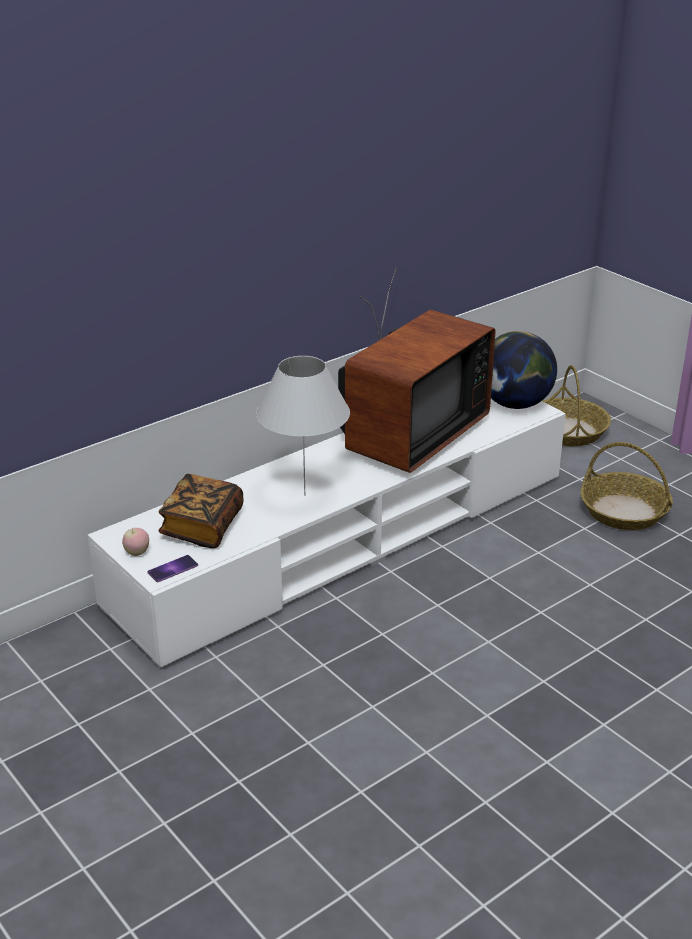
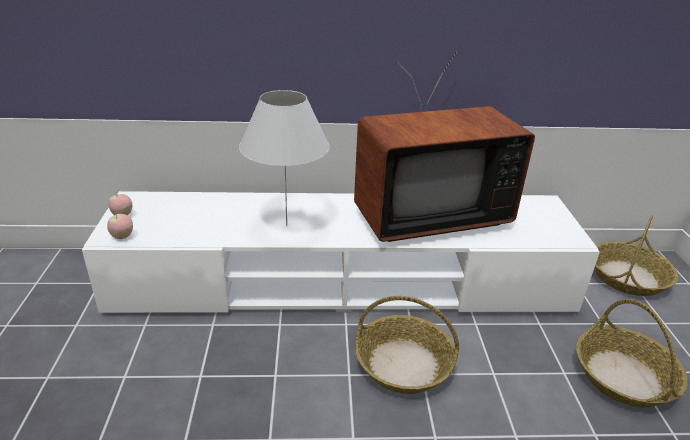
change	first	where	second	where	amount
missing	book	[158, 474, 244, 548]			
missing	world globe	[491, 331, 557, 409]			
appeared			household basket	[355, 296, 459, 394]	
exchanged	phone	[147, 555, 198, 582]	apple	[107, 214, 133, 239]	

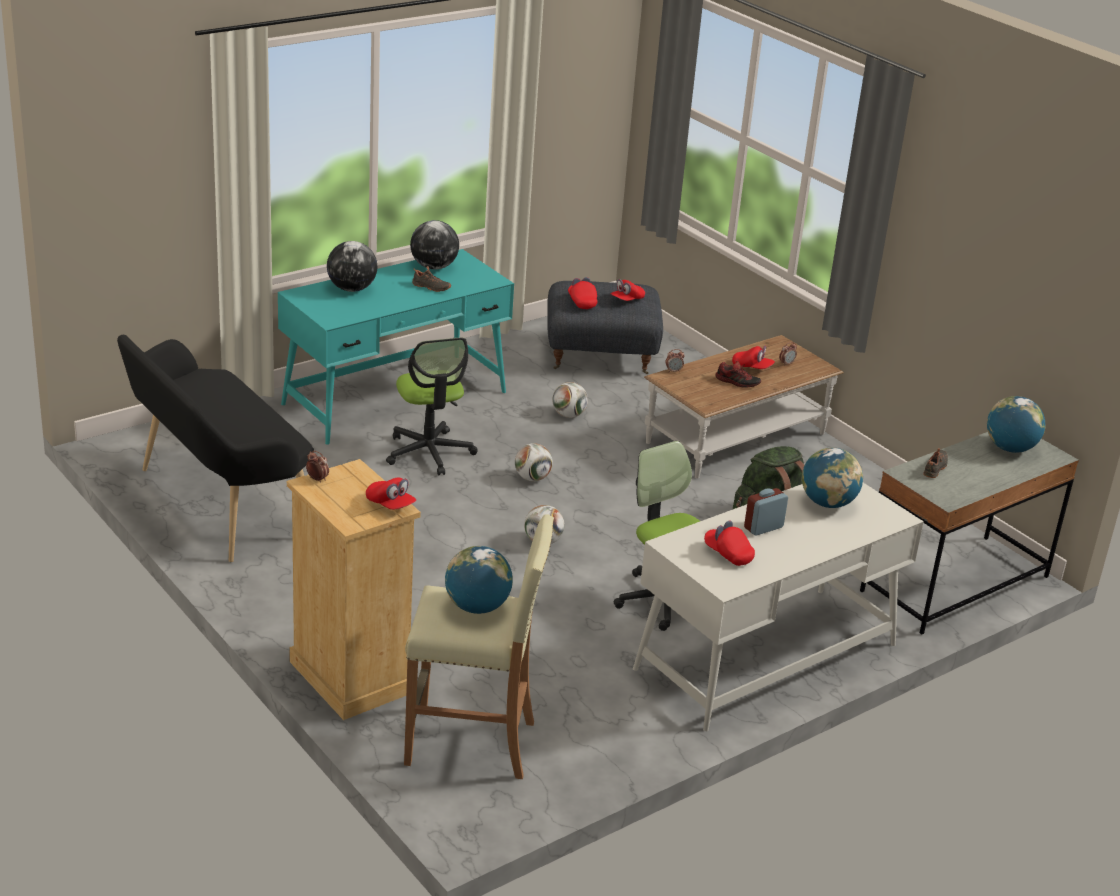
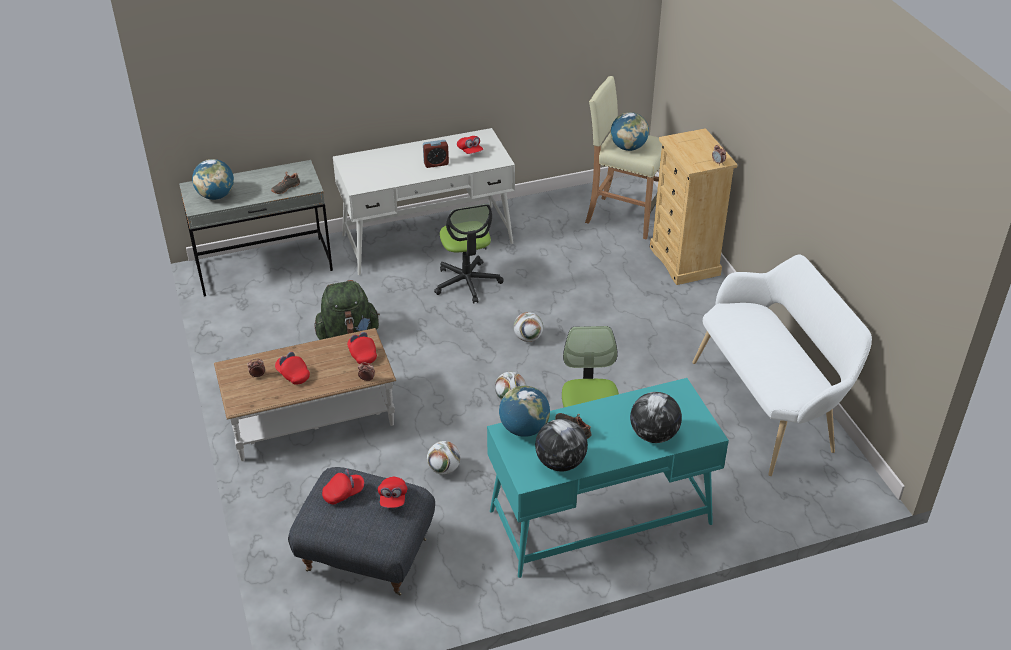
change	first	where	second	where	amount
missing	shoe	[715, 361, 761, 388]			
relocated	red-coloured cap	[366, 477, 416, 510]		[347, 332, 377, 365]	
relocated	world globe	[802, 447, 863, 508]		[499, 386, 550, 437]	
colour	blackish bench	[117, 335, 314, 562]	whitish bench	[692, 255, 872, 476]	

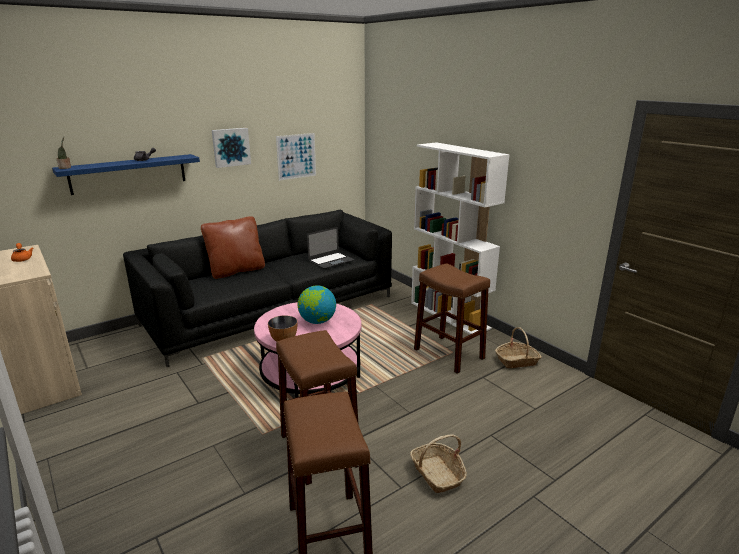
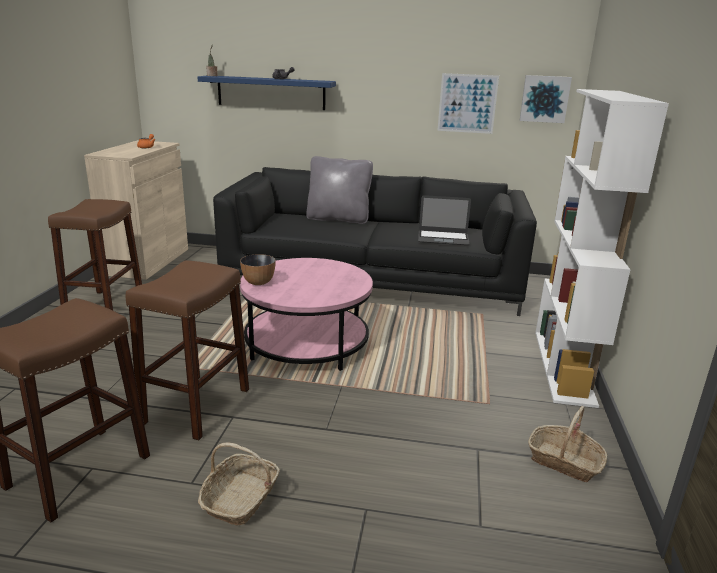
change	first	where	second	where	amount
missing	world globe	[298, 285, 336, 324]			
relocated	picture	[212, 128, 251, 168]		[520, 75, 572, 123]	
relocated	brownish sitting stool	[414, 263, 490, 374]		[48, 199, 142, 310]	
colour	brownish throw pillow	[201, 216, 265, 279]	grey throw pillow	[306, 156, 373, 224]	

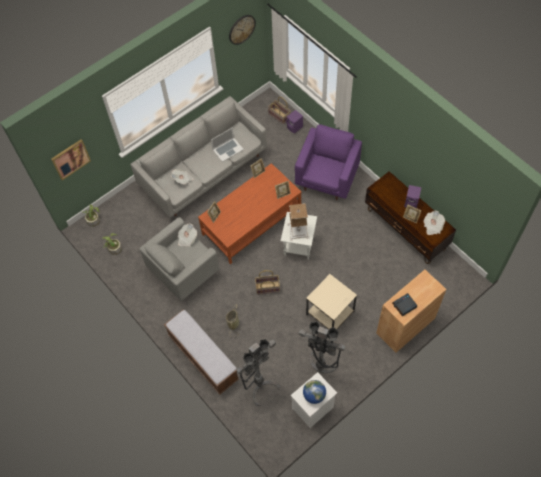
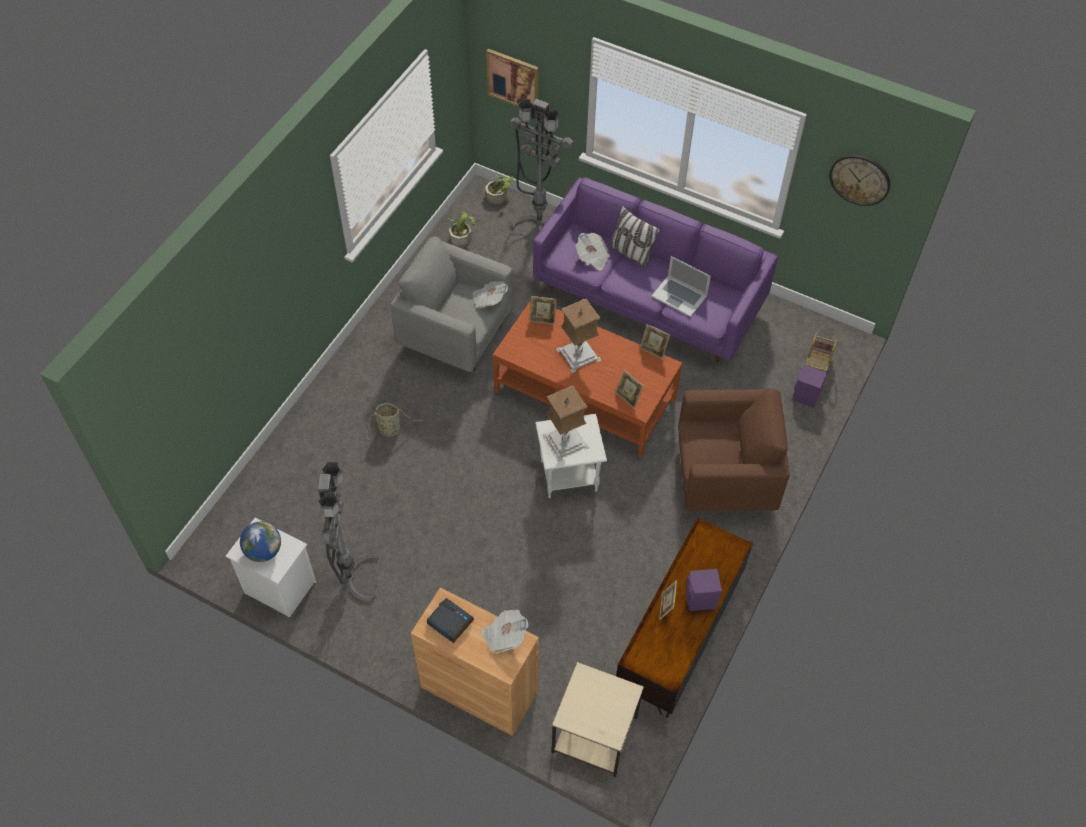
change	first	where	second	where	amount
missing	bench	[164, 309, 239, 395]			
missing	household basket	[255, 270, 280, 295]			
appeared			tabletop lamp	[556, 299, 601, 373]	
appeared			throw pillow	[609, 205, 660, 269]	
relocated	grey standing lamp	[236, 339, 280, 406]		[510, 99, 573, 230]	
relocated	beige-coloured accent table	[306, 274, 357, 330]		[551, 662, 644, 777]	
relocated	daily paper	[423, 211, 445, 235]		[481, 610, 529, 653]	
colour	grey settee	[130, 96, 267, 217]	purple settee	[533, 177, 778, 363]	
colour	purple armchair	[295, 124, 362, 200]	brownish armchair	[678, 388, 790, 511]	

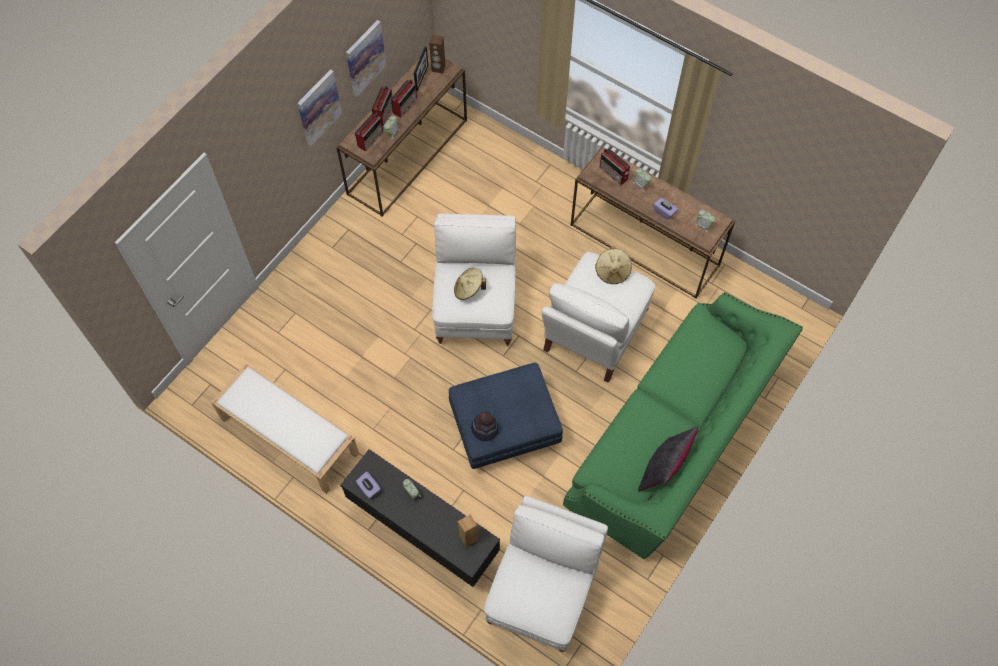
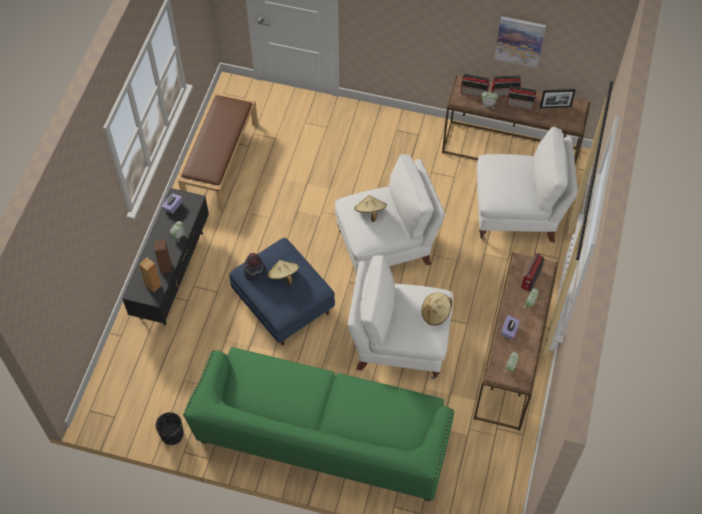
change	first	where	second	where	amount
missing	picture	[297, 70, 342, 146]			
missing	blackish throw pillow	[638, 427, 698, 491]			
appeared			blackish flower pot	[156, 412, 184, 445]	
appeared			beige-coloured wearable hat	[267, 260, 299, 286]	
relocated	brownish loudspeaker	[429, 35, 446, 74]		[154, 240, 172, 273]	
relocated	whitish armchair	[484, 496, 608, 652]		[476, 127, 578, 242]	
colour	whitish bench	[211, 363, 359, 494]	brownish bench	[178, 92, 258, 211]	

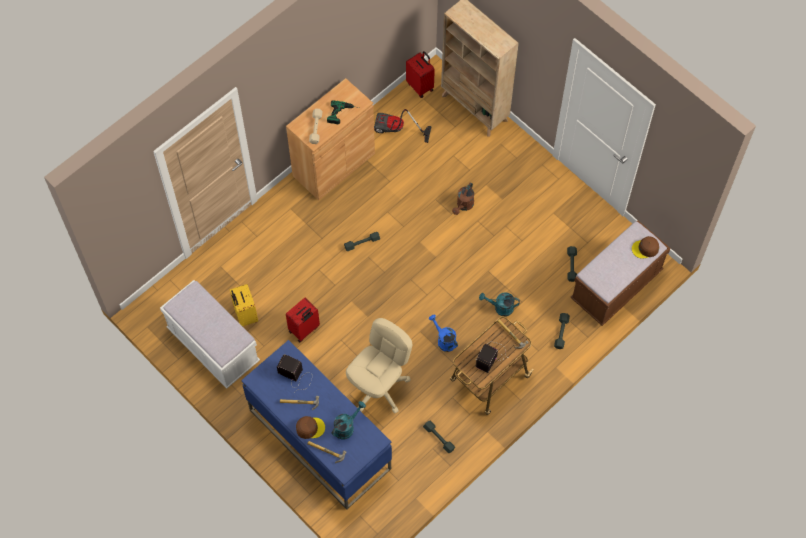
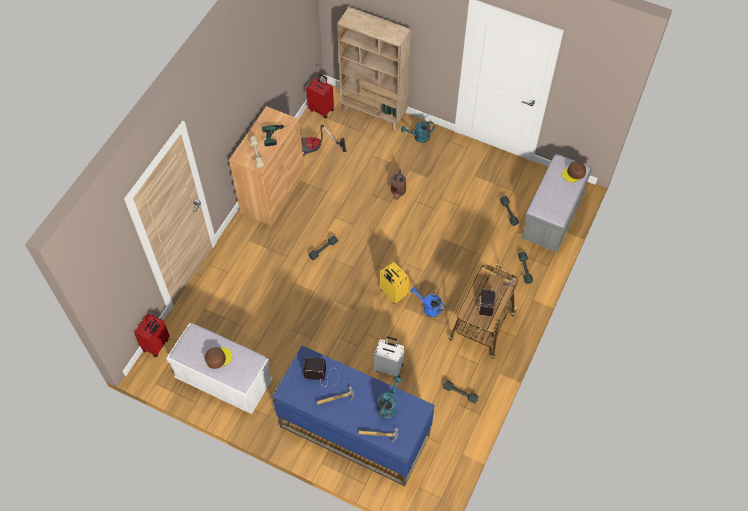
change	first	where	second	where	amount
relocated	yellow-coloured travel case	[230, 284, 258, 326]		[380, 261, 409, 304]	
relocated	red-coloured travel case	[286, 298, 320, 343]		[134, 313, 170, 357]	
relocated	brownish cap	[296, 416, 325, 439]		[205, 347, 232, 369]	
relocated	blue-green watering can	[479, 292, 520, 317]		[401, 121, 434, 143]	
exchanged	beige-coloured computer chair	[346, 318, 412, 413]	whitish travel case	[374, 336, 404, 377]	
colour	brownish bench	[570, 220, 671, 326]	grey bench	[521, 154, 593, 252]	

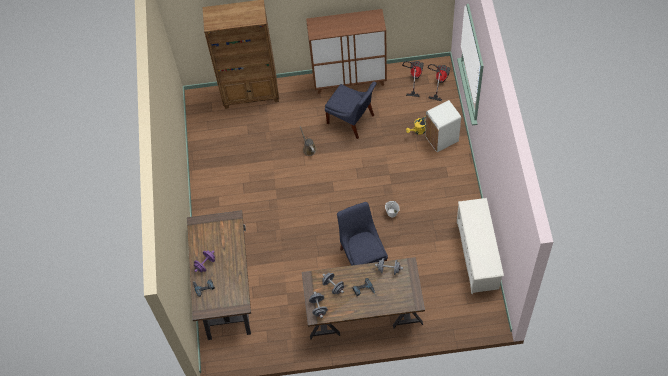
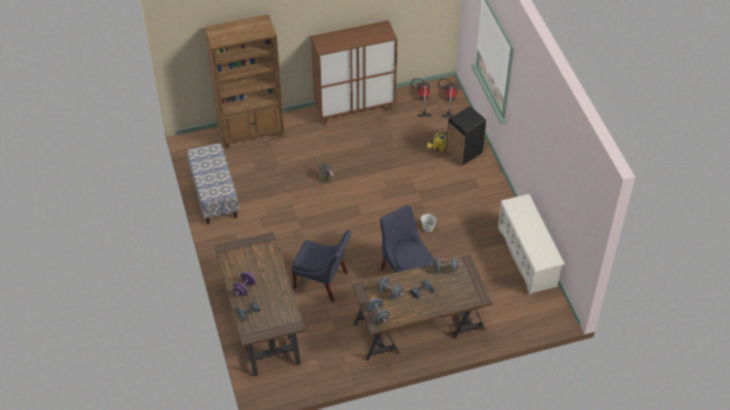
change	first	where	second	where	amount
appeared			bench	[187, 143, 239, 224]	
relocated	bluish upright chair	[325, 81, 377, 139]		[291, 230, 351, 301]	
colour	whitish waste bin	[425, 100, 461, 152]	blackish waste bin	[446, 106, 486, 166]	

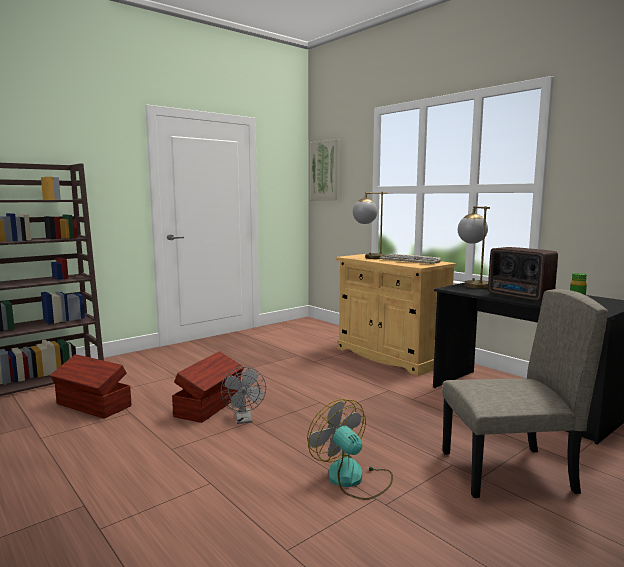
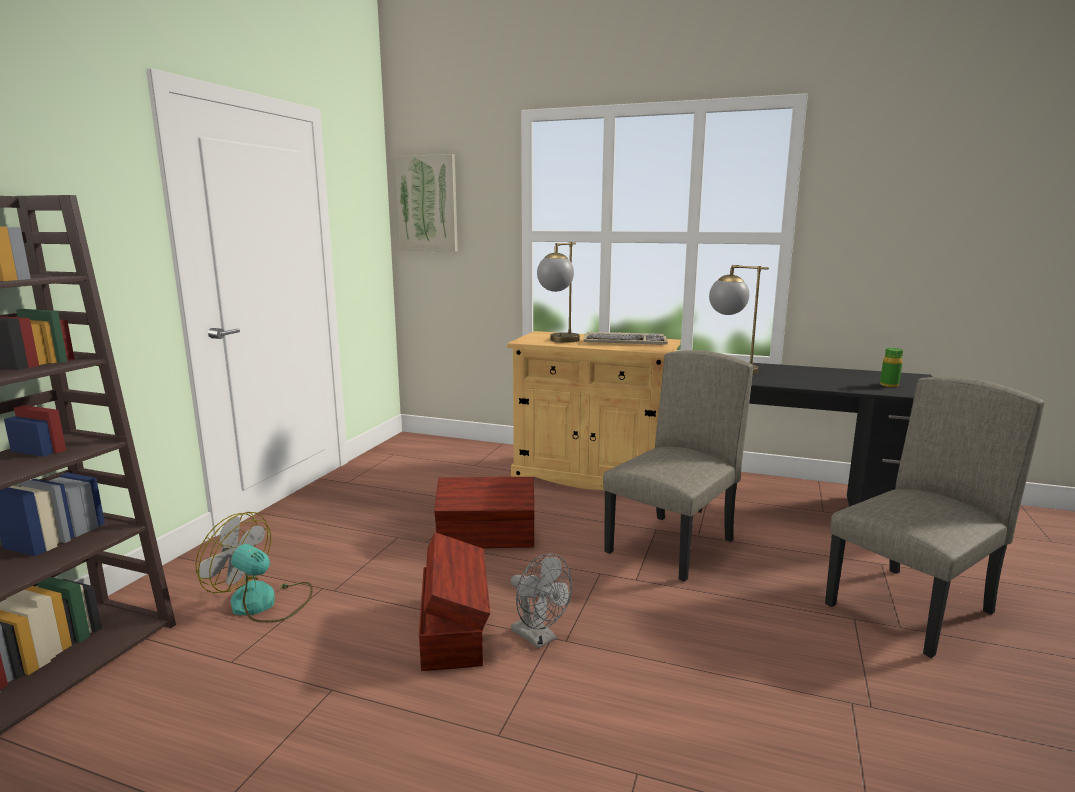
change	first	where	second	where	amount
missing	radio	[488, 247, 558, 301]			
appeared			beige-coloured upright chair	[603, 350, 753, 582]	
relocated	brownish storage box	[50, 354, 131, 418]		[434, 477, 535, 548]	
relocated	cooling fan	[307, 399, 393, 500]		[195, 512, 313, 623]	

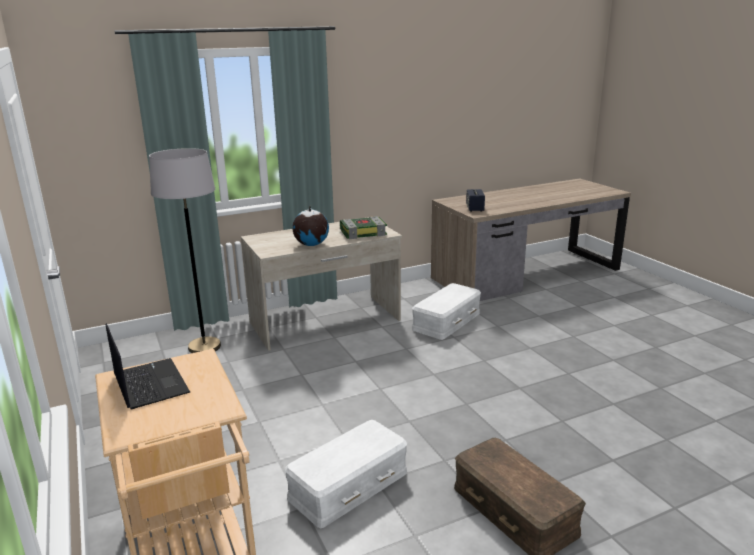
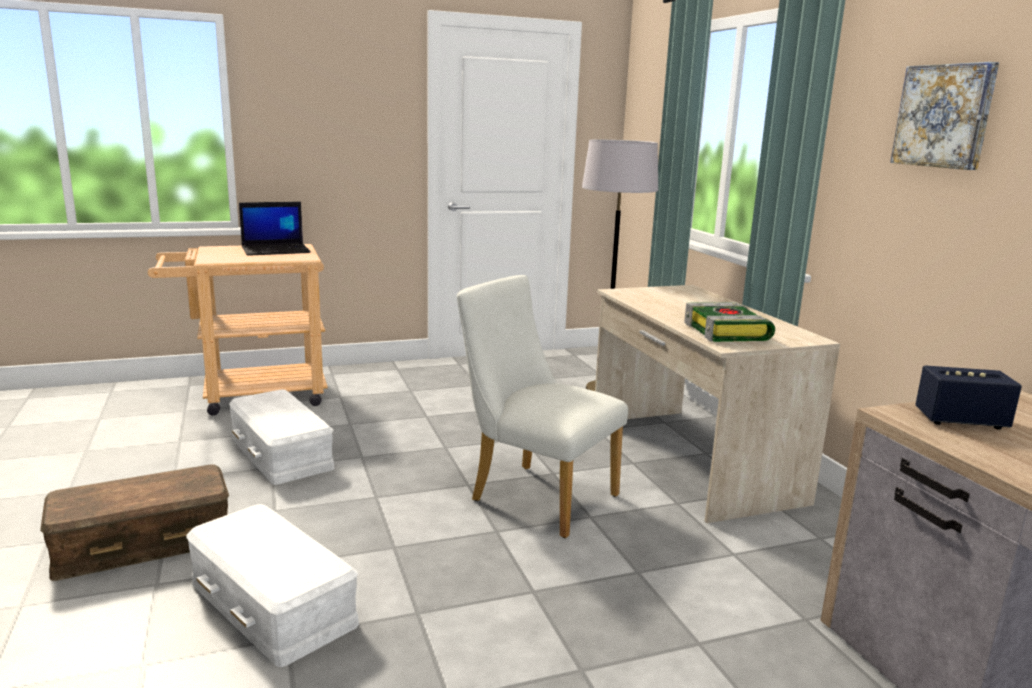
change	first	where	second	where	amount
missing	world globe	[292, 206, 329, 246]			
appeared			whitish upright chair	[457, 275, 628, 538]	
appeared			picture	[890, 62, 999, 170]	
relocated	whitish storage box	[412, 283, 481, 340]		[186, 504, 359, 667]	

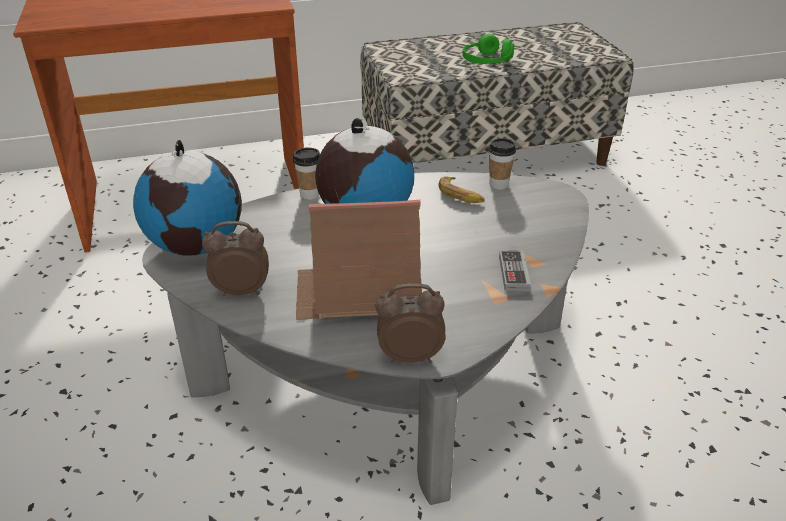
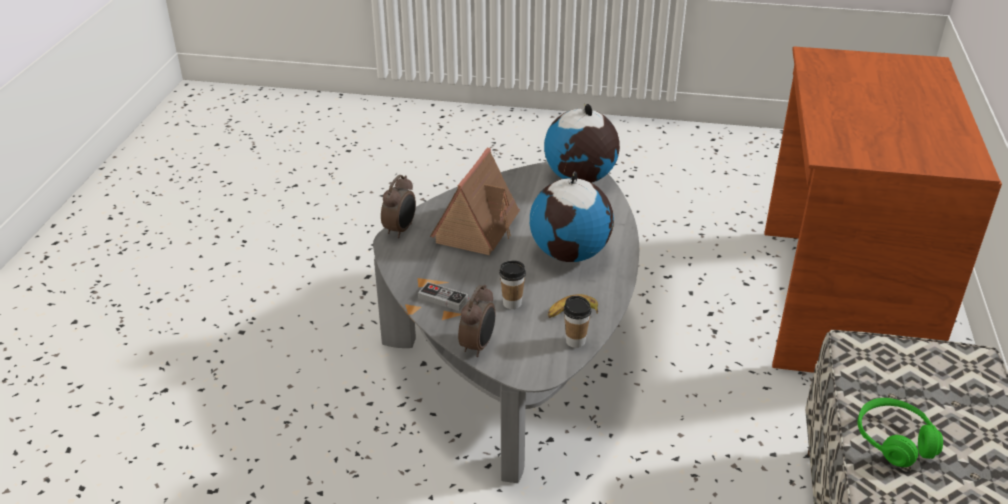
change	first	where	second	where	amount
relocated	table clock	[202, 221, 269, 296]		[458, 285, 496, 357]	
relocated	small cup	[293, 148, 320, 200]		[499, 260, 526, 309]	

